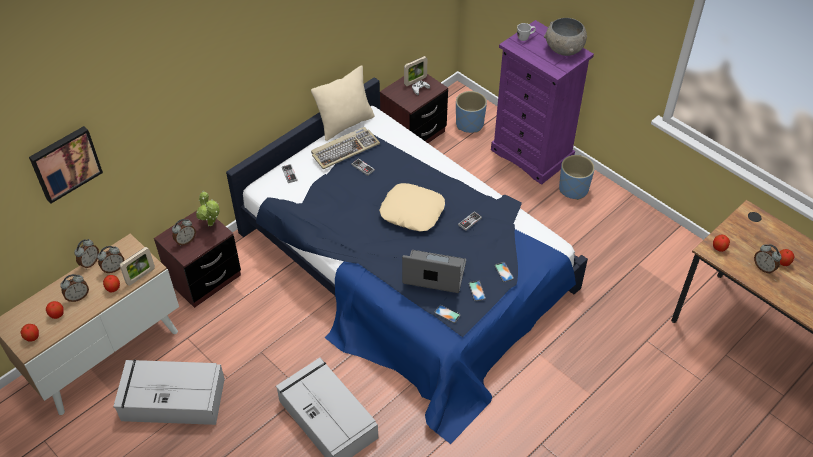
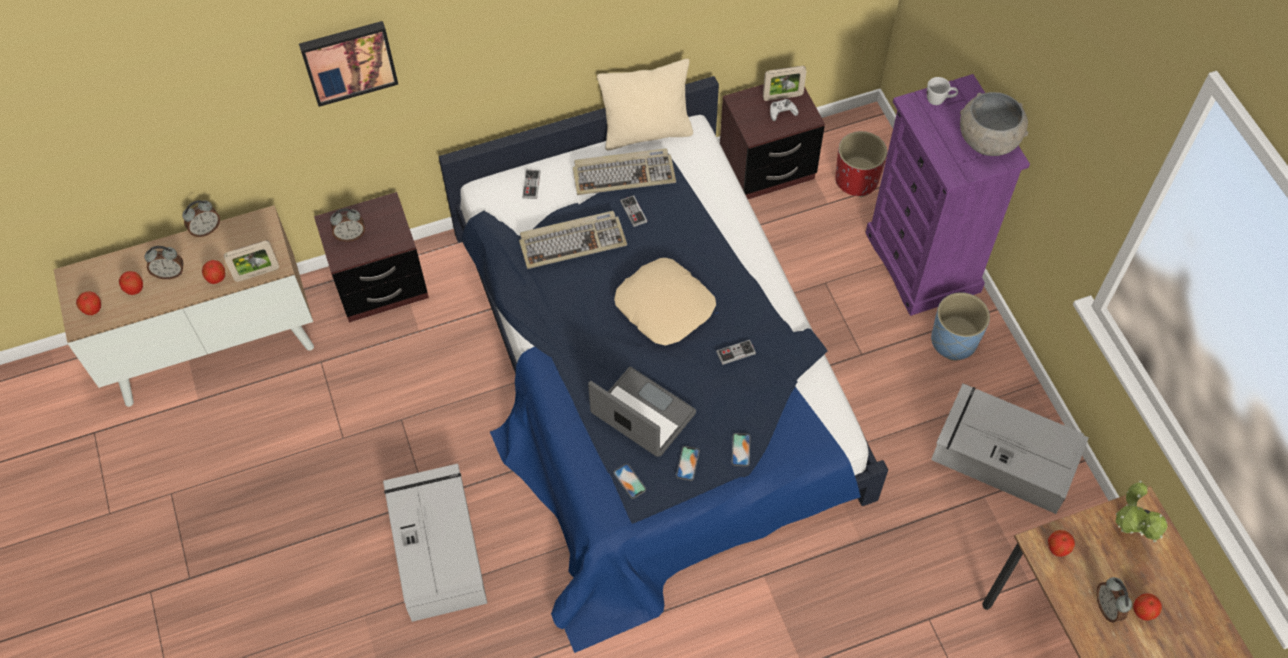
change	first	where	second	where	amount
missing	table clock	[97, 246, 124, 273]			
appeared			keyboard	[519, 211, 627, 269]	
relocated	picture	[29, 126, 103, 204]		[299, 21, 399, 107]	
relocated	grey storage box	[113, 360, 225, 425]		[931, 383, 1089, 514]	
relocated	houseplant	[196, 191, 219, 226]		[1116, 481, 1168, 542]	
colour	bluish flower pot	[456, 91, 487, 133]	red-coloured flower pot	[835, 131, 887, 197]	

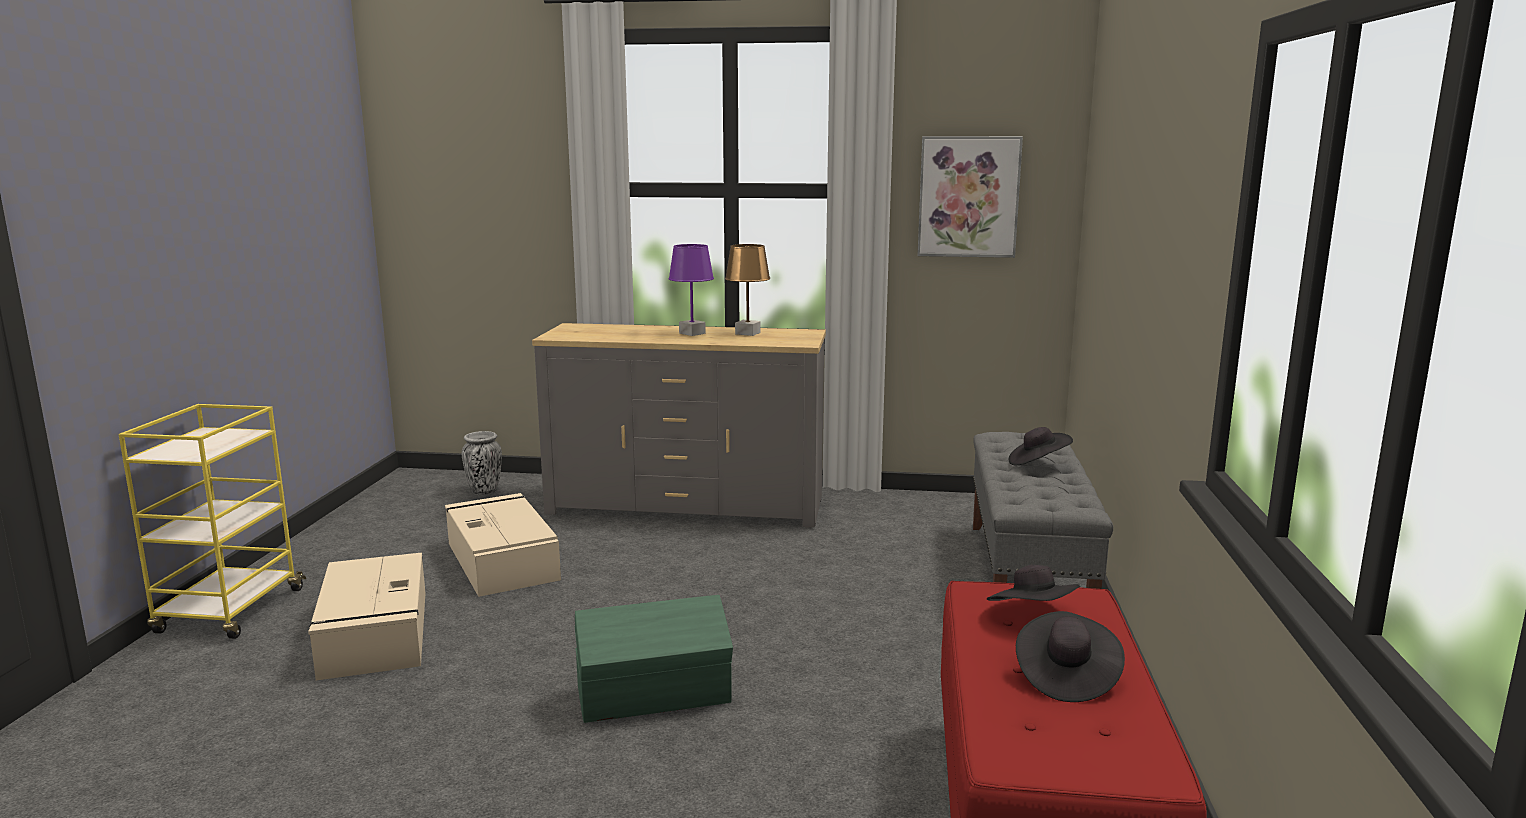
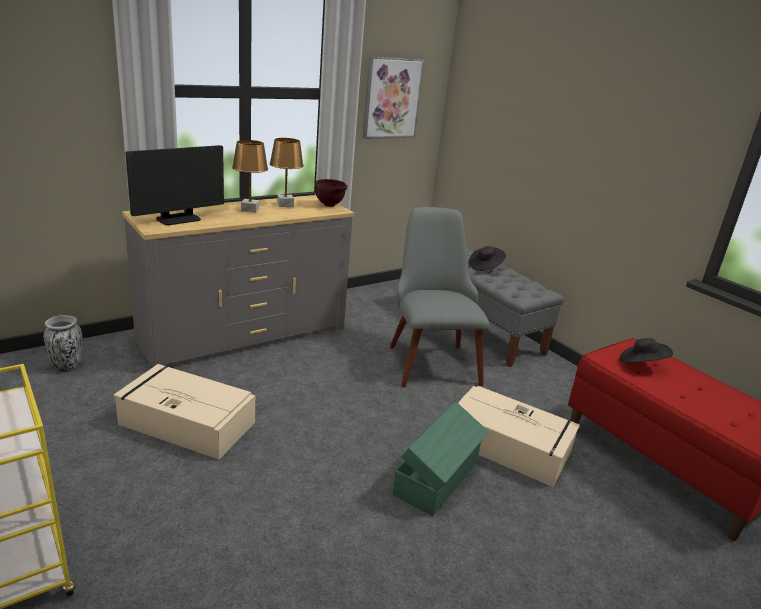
change	first	where	second	where	amount
missing	blackish wearable hat	[1016, 611, 1125, 702]			
appeared			monitor	[125, 145, 224, 225]	
appeared			brownish serving bowl	[315, 179, 347, 207]	
appeared			grey upright chair	[390, 207, 489, 387]	
relocated	beige-coloured storage box	[308, 553, 425, 680]		[458, 386, 580, 487]	
colour	purple tabletop lamp	[668, 244, 714, 336]	brownish tabletop lamp	[232, 140, 268, 213]	

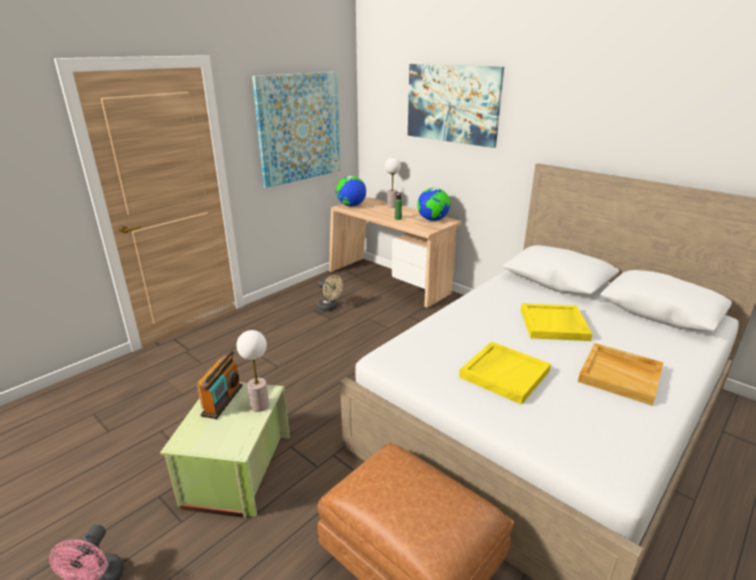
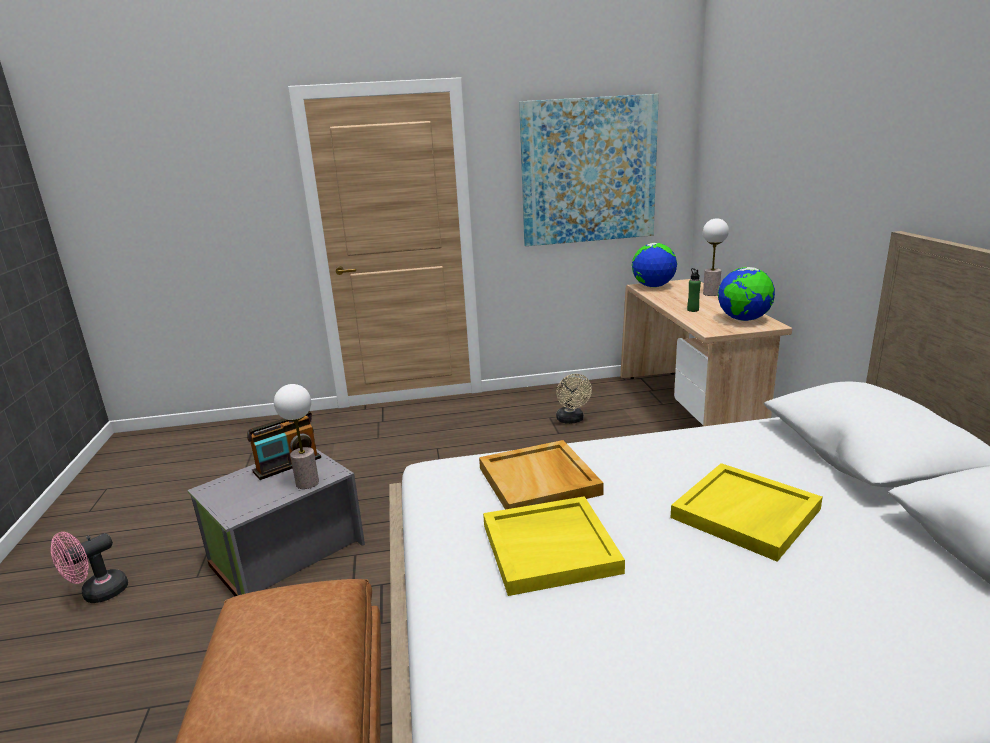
change	first	where	second	where	amount
missing	picture	[408, 64, 504, 148]			
relocated	beige-coloured tray	[578, 343, 664, 406]		[479, 440, 604, 510]	
colour	green storage box	[160, 382, 290, 518]	grey storage box	[187, 449, 365, 596]	

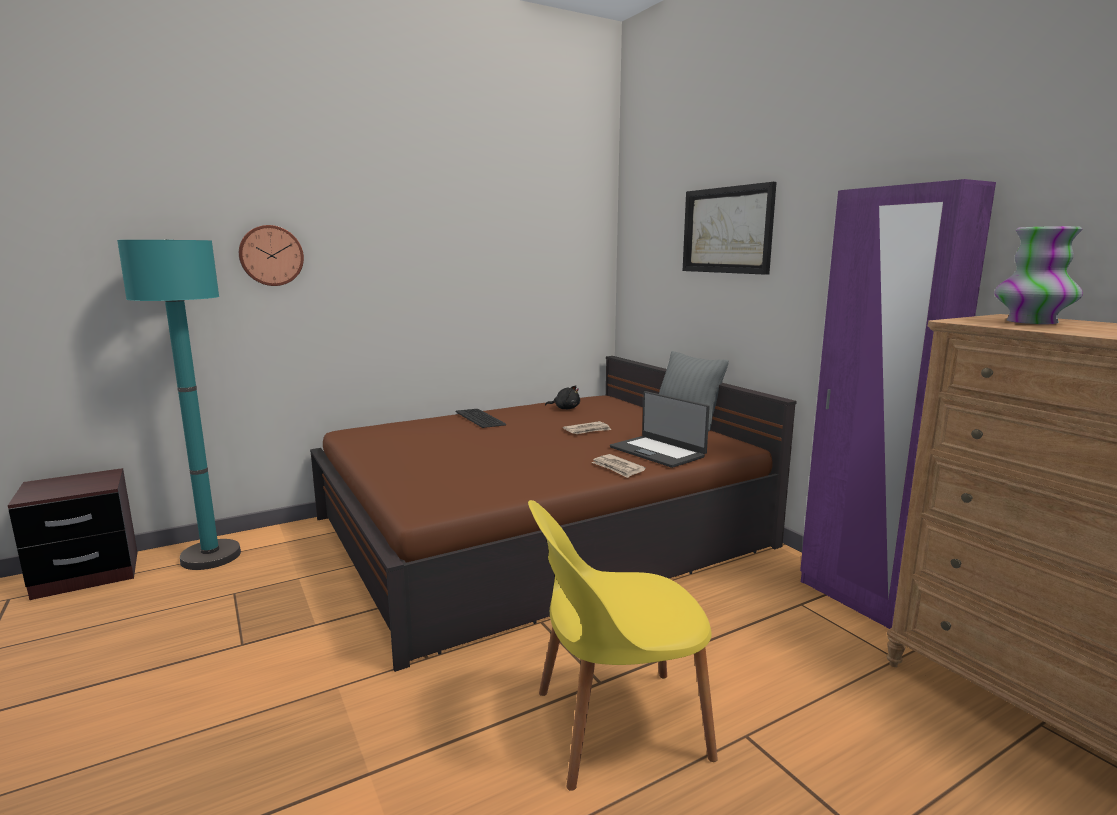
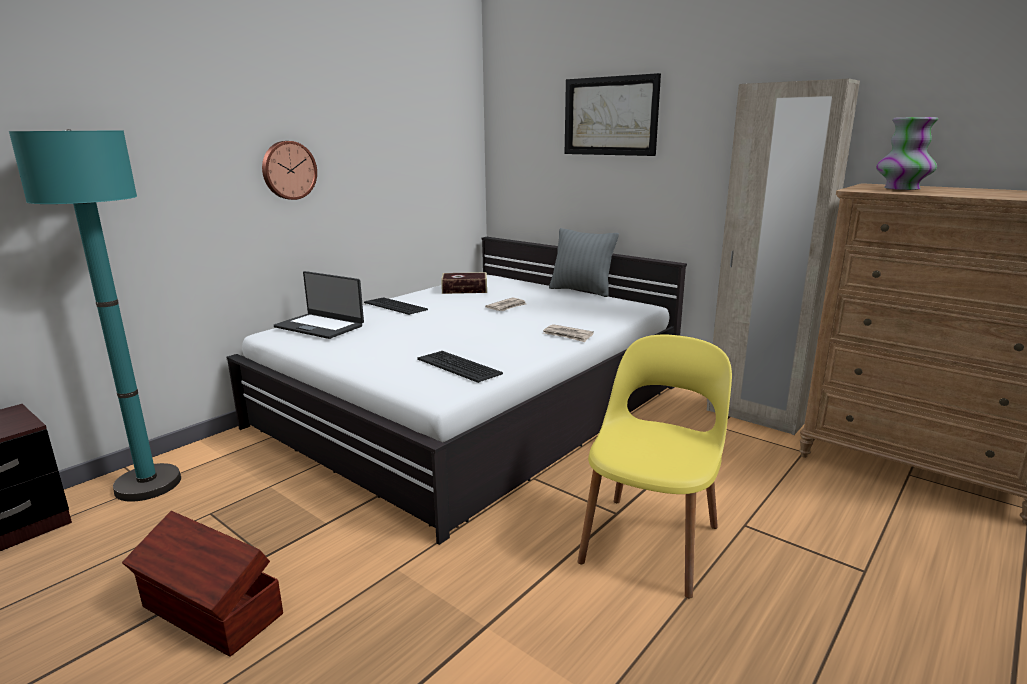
change	first	where	second	where	amount
appeared			brownish storage box	[122, 511, 283, 657]	
appeared			keyboard	[417, 351, 503, 383]	
relocated	clock on the wall	[239, 225, 304, 286]		[262, 141, 317, 200]	
relocated	notebook computer	[610, 391, 710, 468]		[274, 271, 364, 339]	
exchanged	blackish soft toy	[545, 385, 580, 409]	book	[441, 272, 487, 294]	
colour	brownish bedroom bed	[310, 356, 797, 672]	whitish bedroom bed	[227, 237, 687, 545]	
colour	purple clothes cupboard	[800, 179, 996, 629]	beige-coloured clothes cupboard	[707, 79, 860, 435]	
spun	yellow-coloured upright chair	[528, 500, 718, 791]		[577, 335, 732, 599]	150 degrees clockwise

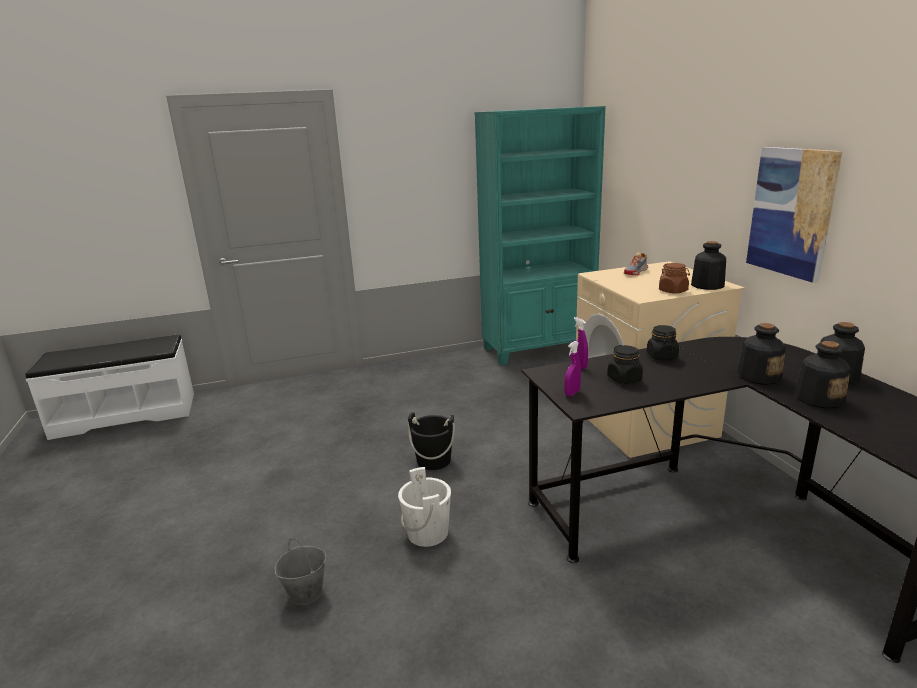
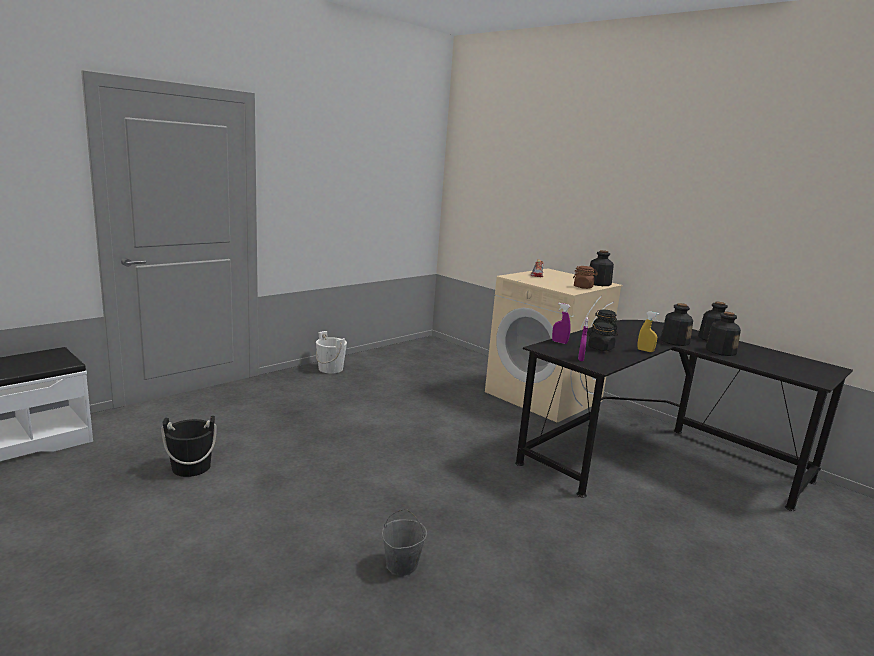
change	first	where	second	where	amount
missing	blue-green shelving unit	[474, 106, 606, 365]			
missing	picture	[746, 147, 842, 283]			
appeared			yellow-coloured hand sprayer	[638, 311, 660, 352]	
relocated	whitish water bucket	[398, 467, 451, 547]		[316, 331, 347, 374]	
relocated	blackish water bucket	[408, 412, 455, 470]		[161, 416, 217, 477]	

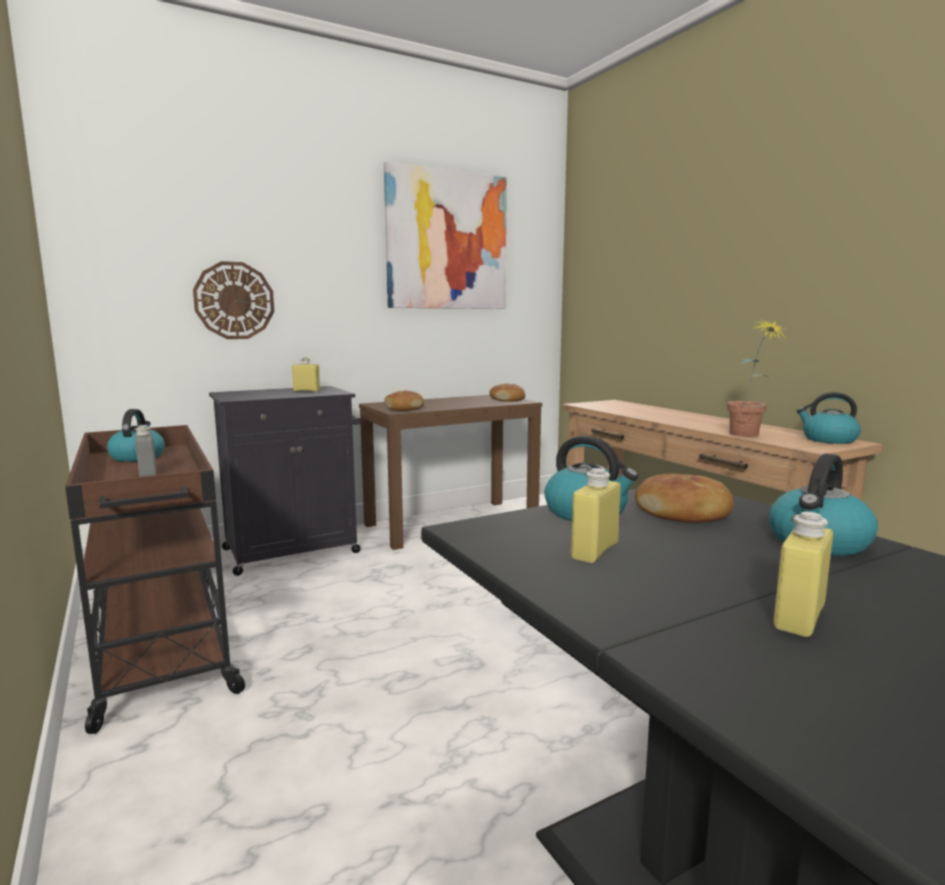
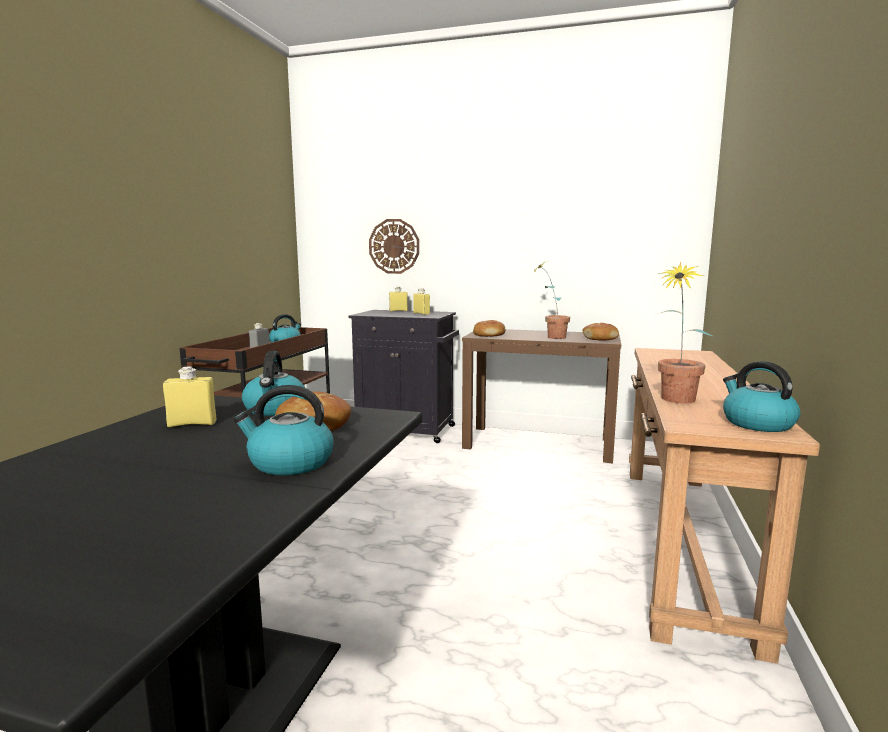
change	first	where	second	where	amount
missing	picture	[384, 162, 507, 309]			
appeared			houseplant	[535, 262, 570, 339]	
relocated	yellow-coloured drink bottle	[773, 512, 833, 637]		[389, 287, 408, 312]	

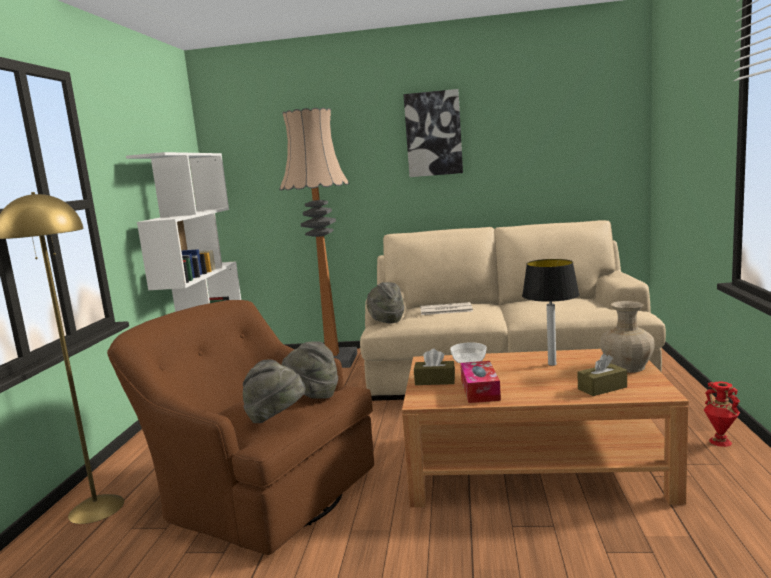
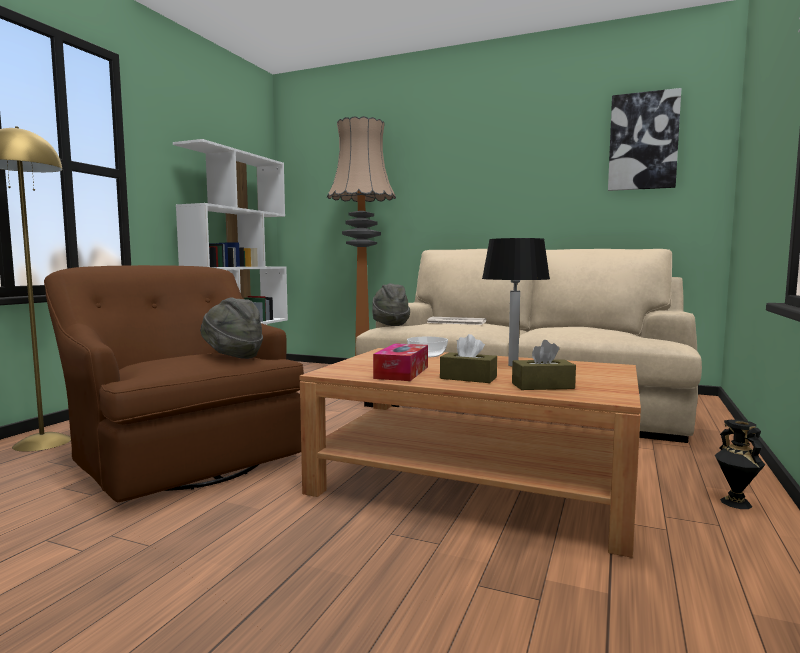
change	first	where	second	where	amount
missing	grey wearable hat	[243, 359, 305, 423]			
missing	beige-coloured vase	[600, 301, 655, 373]			
relocated	picture	[403, 89, 463, 177]		[608, 88, 681, 191]	
relocated	brownish tissue holder	[414, 349, 455, 385]		[440, 334, 497, 383]	
colour	red-coloured vase	[704, 382, 740, 447]	blackish vase	[715, 420, 765, 509]	

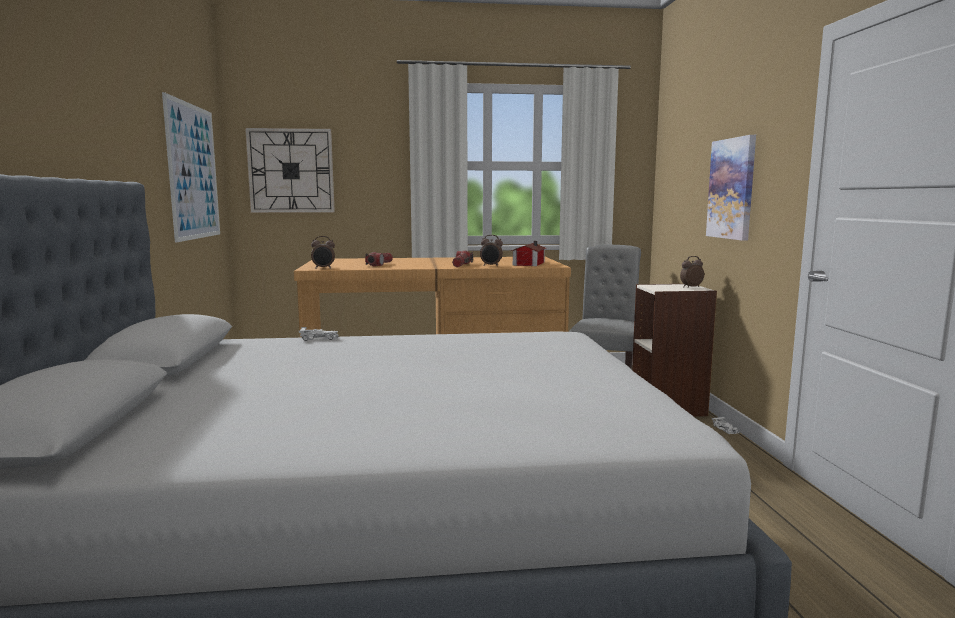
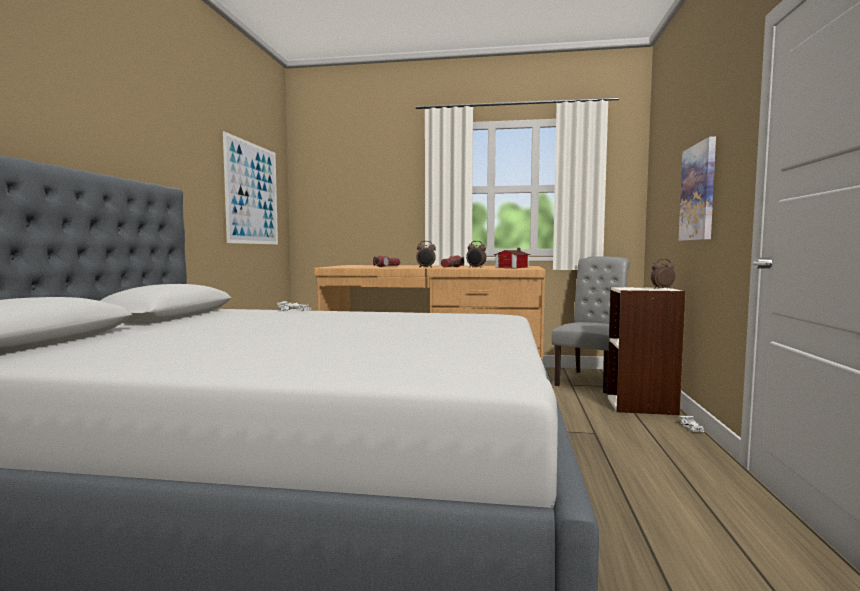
change	first	where	second	where	amount
missing	clock on the wall	[245, 128, 335, 213]			
relocated	table clock	[311, 236, 335, 269]		[416, 241, 436, 268]	

